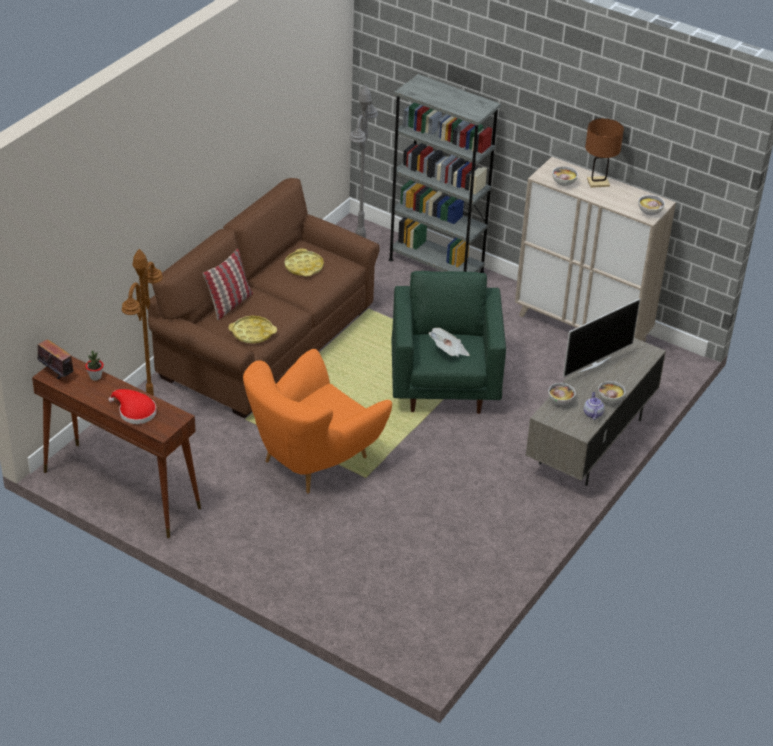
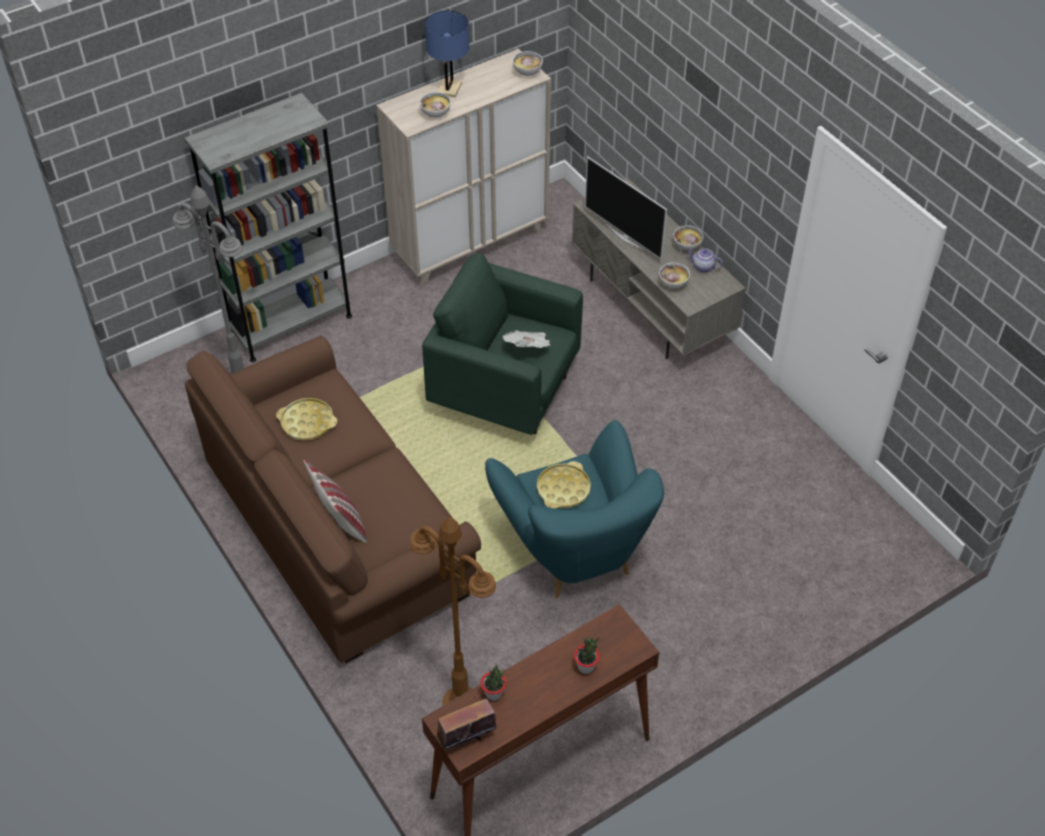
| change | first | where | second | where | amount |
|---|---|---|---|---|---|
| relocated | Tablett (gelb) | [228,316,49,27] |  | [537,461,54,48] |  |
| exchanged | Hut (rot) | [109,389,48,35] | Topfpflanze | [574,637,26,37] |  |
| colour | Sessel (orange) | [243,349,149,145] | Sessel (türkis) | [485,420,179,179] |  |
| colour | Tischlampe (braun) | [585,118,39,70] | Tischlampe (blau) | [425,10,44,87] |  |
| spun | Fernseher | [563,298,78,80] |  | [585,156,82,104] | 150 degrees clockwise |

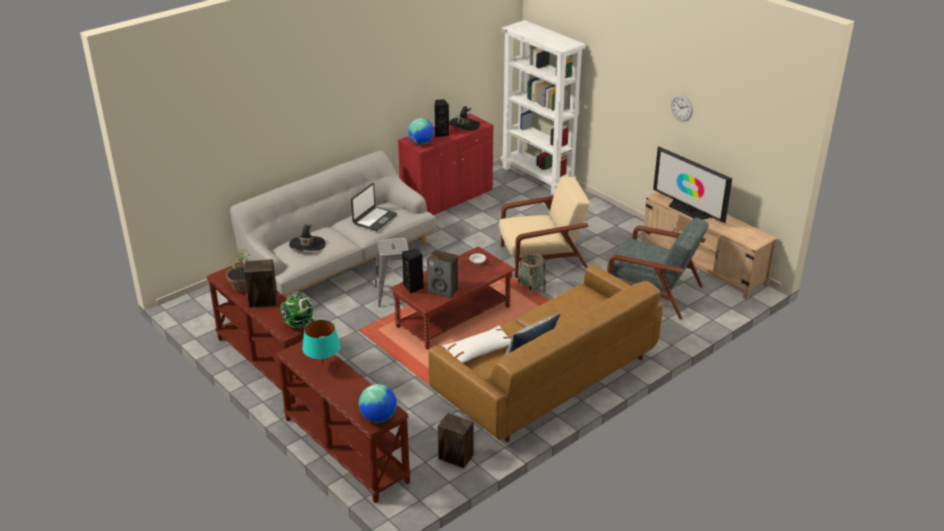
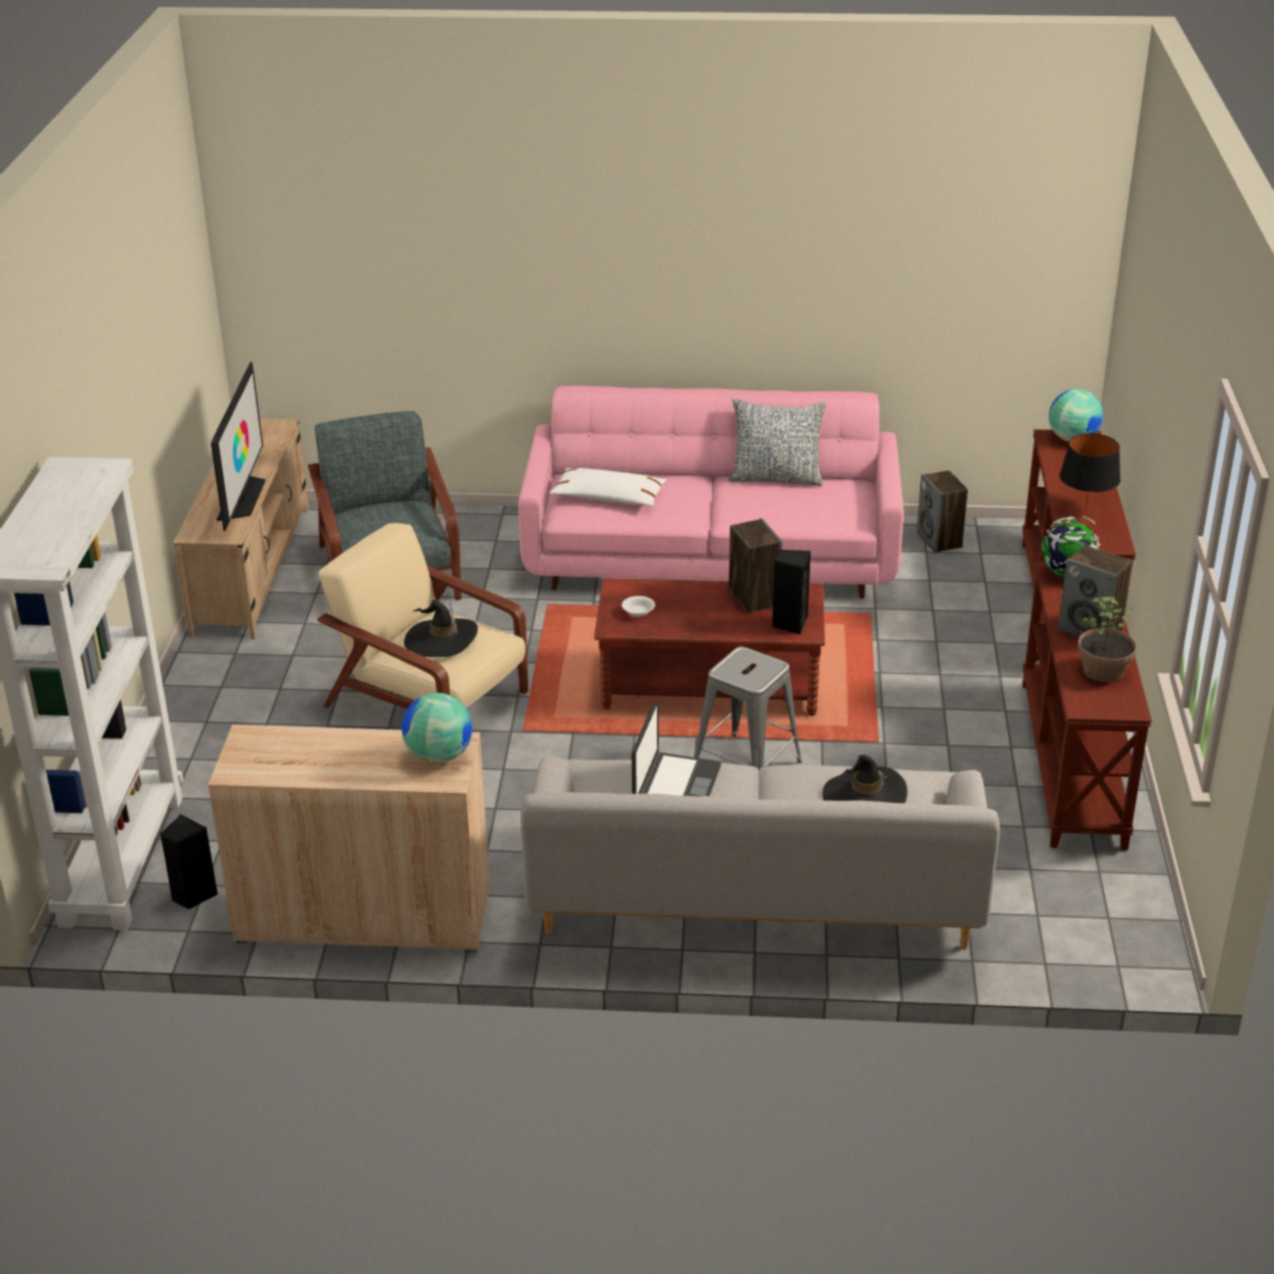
| change | first | where | second | where | amount |
|---|---|---|---|---|---|
| missing | Korb | [517,253,29,45] |  |  |  |
| missing | Wanduhr | [671,95,22,27] |  |  |  |
| relocated | Lautsprecher (schwarz) | [434,99,15,38] |  | [160,814,58,96] |  |
| relocated | Kissen (weiß) | [442,326,69,37] |  | [549,468,118,38] |  |
| relocated | Hut (schwarz) | [449,106,31,25] |  | [404,599,74,58] |  |
| colour | Tischlampe (türkis) | [303,320,37,47] | Tischlampe (schwarz) | [1059,433,62,79] |  |
| colour | Schrank (rot) | [398,113,95,102] | Schrank (beige) | [208,725,282,227] |  |
| colour | Sofa (braun) | [428,264,235,178] | Sofa (rosa) | [518,386,386,213] |  |
| spun | Laptop | [351,183,47,48] |  | [632,701,89,95] | 120 degrees clockwise |

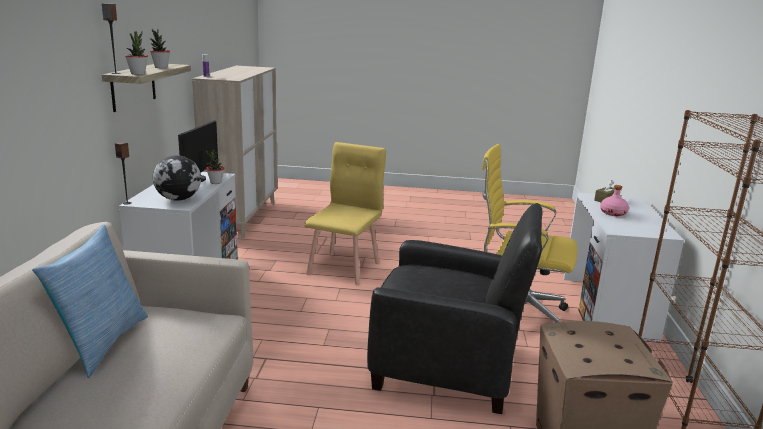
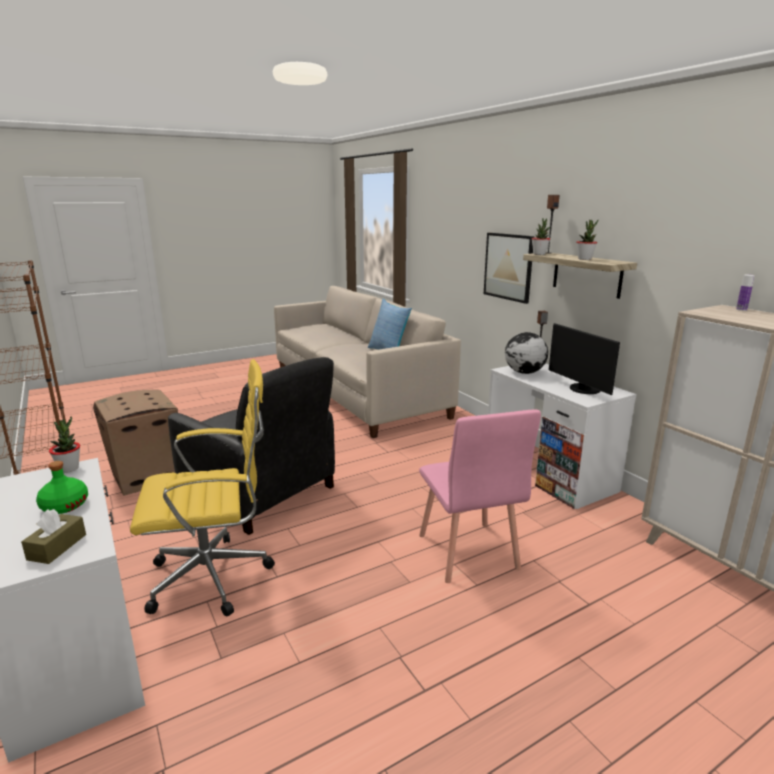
| change | first | where | second | where | amount |
|---|---|---|---|---|---|
| appeared |  |  | Bild | [484,233,50,71] |  |
| relocated | Topfpflanze | [206,150,18,34] |  | [49,416,31,57] |  |
| colour | Stuhl (gelb) | [304,142,82,143] | Stuhl (rosa) | [419,410,122,173] |  |
| colour | Flasche (rosa) | [600,185,29,31] | Flasche (grün) | [36,461,52,53] |  |
| spun | Sessel (schwarz) | [367,203,175,211] |  | [168,357,167,178] | 120 degrees counterclockwise |

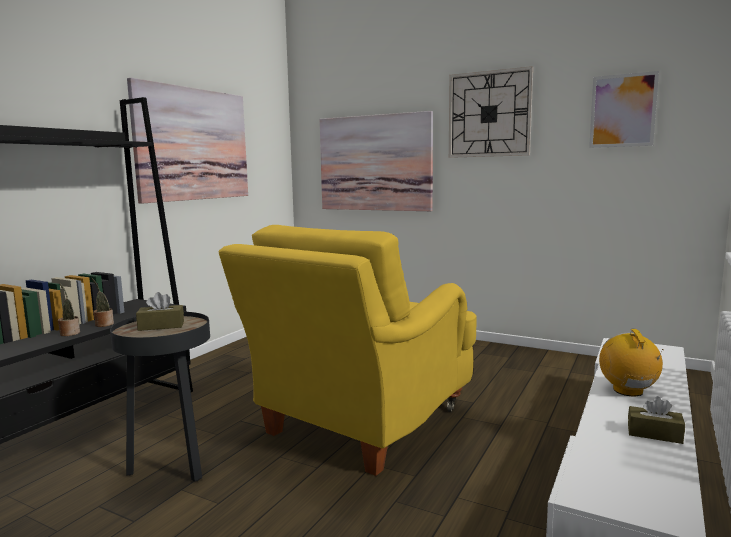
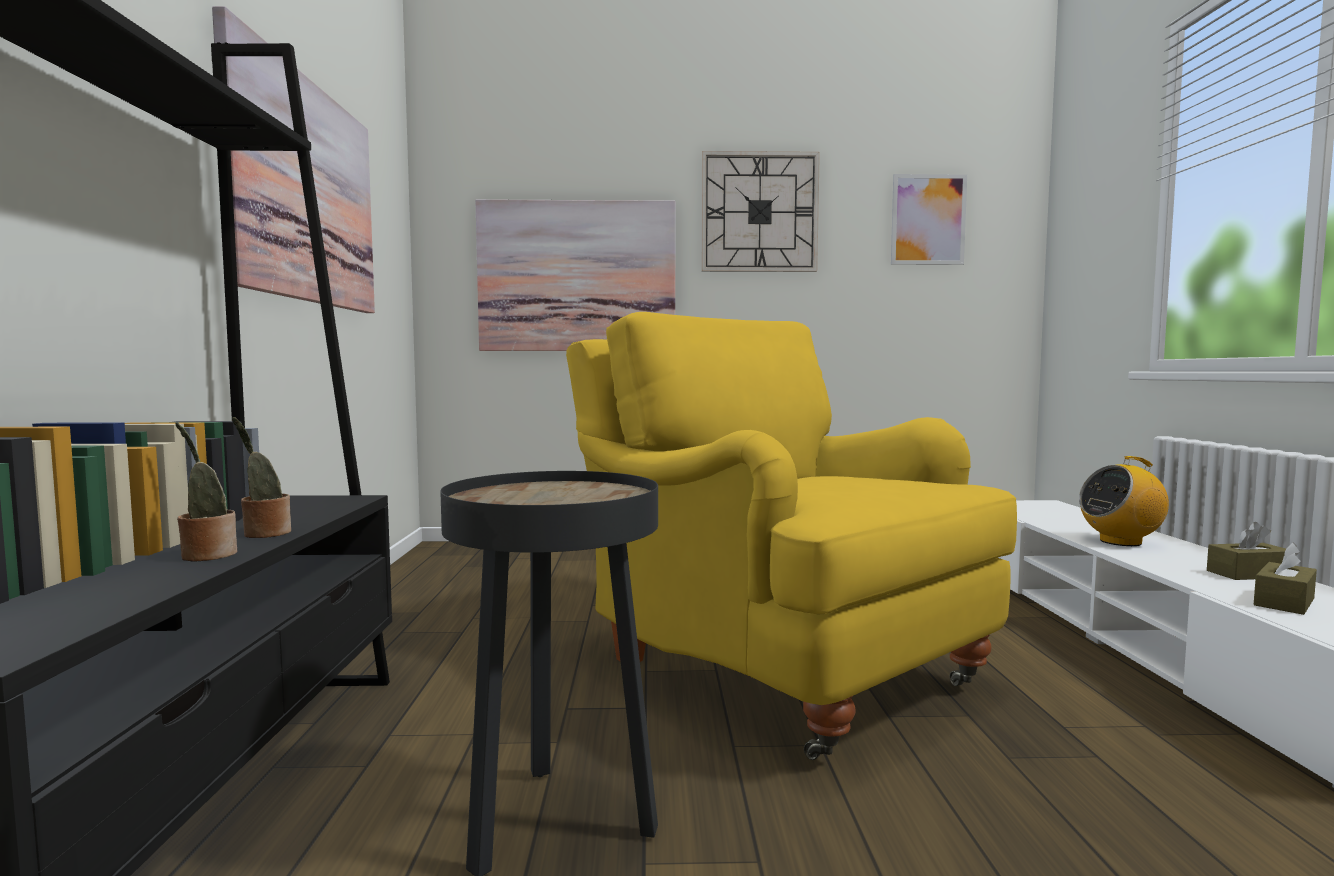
| change | first | where | second | where | amount |
|---|---|---|---|---|---|
| relocated | Taschentuchbox (braun) | [136,292,48,39] |  | [1254,543,63,72] |  |
| spun | Sessel (gelb) | [219,225,258,251] |  | [566,312,451,448] | 135 degrees clockwise |
| spun | Radio | [599,329,65,67] |  | [1079,456,90,90] | 75 degrees counterclockwise |

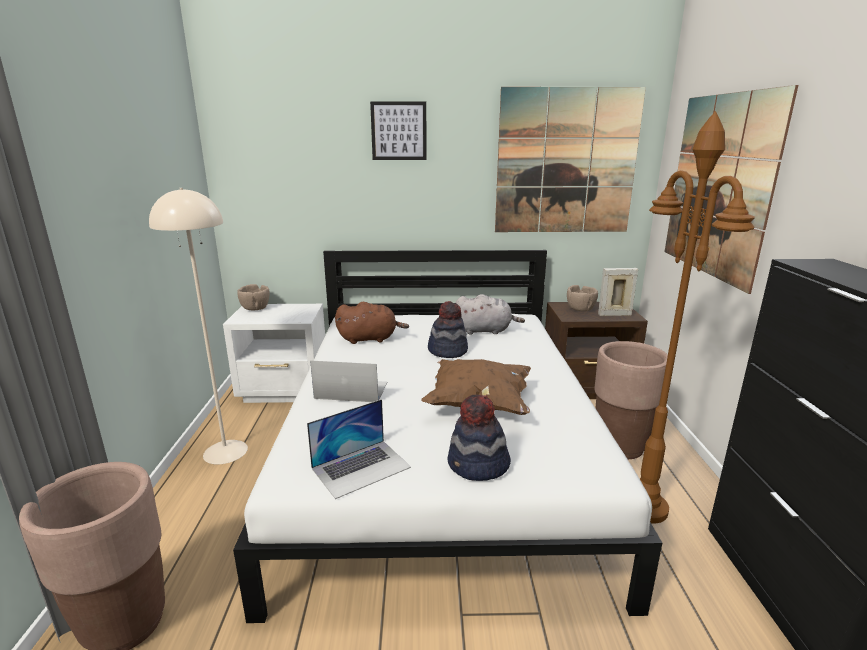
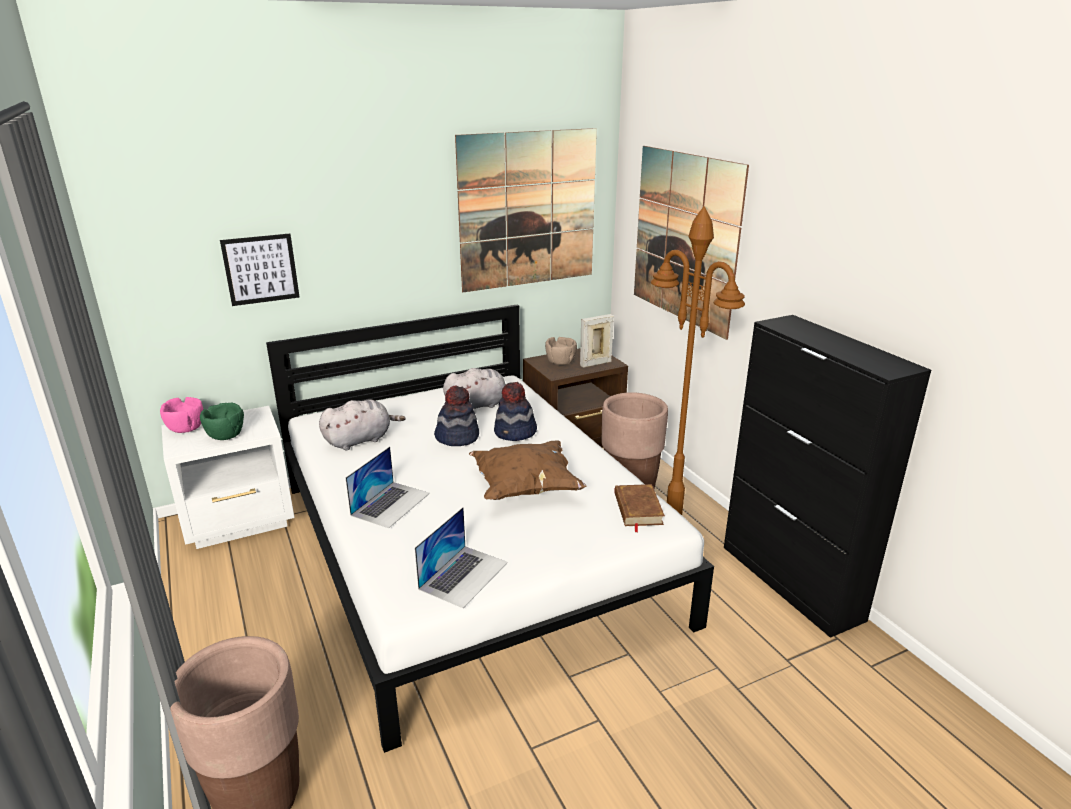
| change | first | where | second | where | amount |
|---|---|---|---|---|---|
| missing | Stehlampe (beige) | [149,188,99,276] |  |  |  |
| appeared |  |  | Schüssel (grün) | [200,403,44,37] |  |
| appeared |  |  | Buch (braun) | [614,484,51,49] |  |
| relocated | Bild | [370,101,57,59] |  | [220,234,80,72] |  |
| relocated | Hut | [448,395,63,86] |  | [494,382,43,59] |  |
| colour | Schüssel (braun) | [237,284,33,27] | Schüssel (rosa) | [160,397,43,36] |  |
| colour | Plüschtier (braun) | [335,302,74,42] | Plüschtier (grau) | [319,399,86,51] |  |
| spun | Laptop | [310,361,77,41] |  | [346,447,84,81] | 135 degrees clockwise |

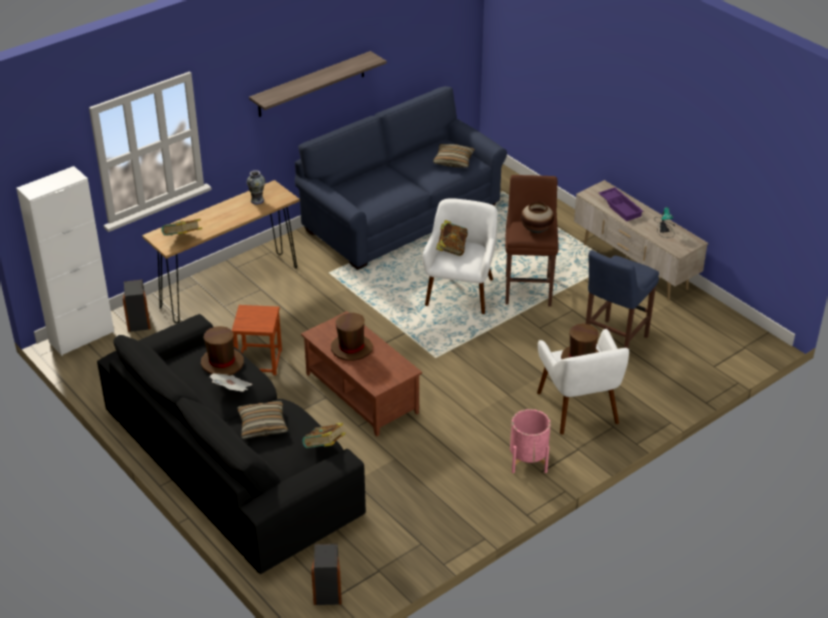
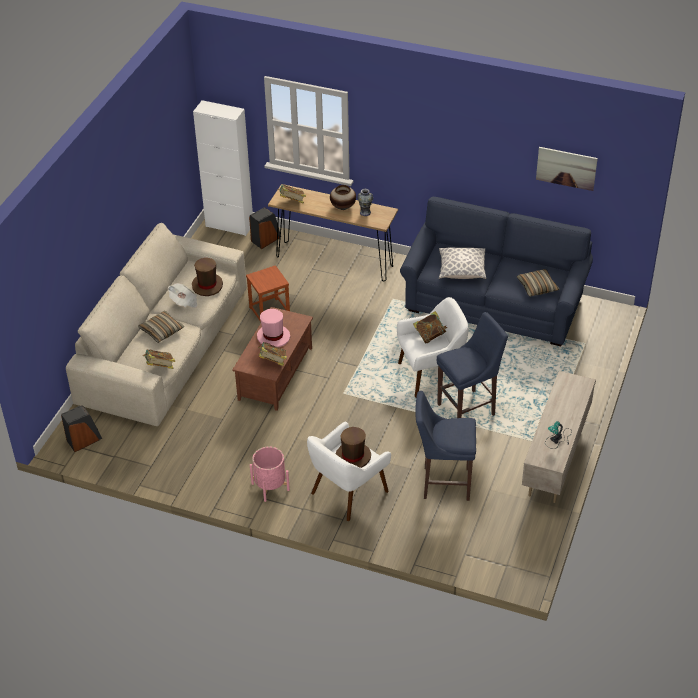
| change | first | where | second | where | amount |
|---|---|---|---|---|---|
| missing | Wandregal | [249,51,138,66] |  |  |  |
| missing | Tablett (lila) | [599,187,44,34] |  |  |  |
| appeared |  |  | Buch | [258,342,29,24] |  |
| appeared |  |  | Kissen | [439,247,47,32] |  |
| appeared |  |  | Bild | [536,147,62,44] |  |
| relocated | Vase | [521,202,33,32] |  | [330,185,26,25] |  |
| colour | Sofa (schwarz) | [97,314,269,260] | Sofa (beige) | [66,223,181,203] |  |
| colour | Hut (braun) | [331,313,42,48] | Hut (rosa) | [257,309,33,38] |  |
| colour | Hocker (braun) | [505,175,54,132] | Hocker (blau) | [437,312,71,106] |  |

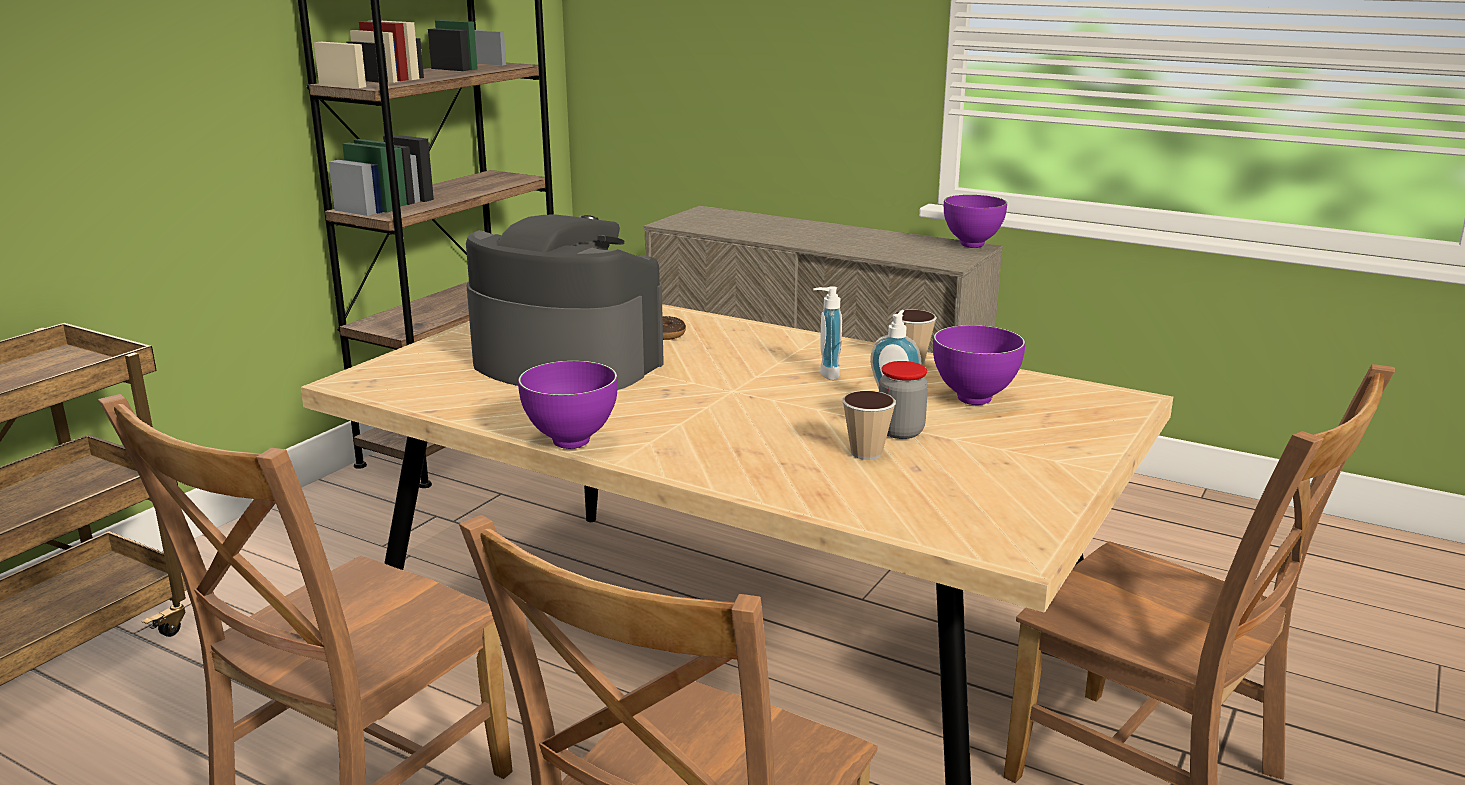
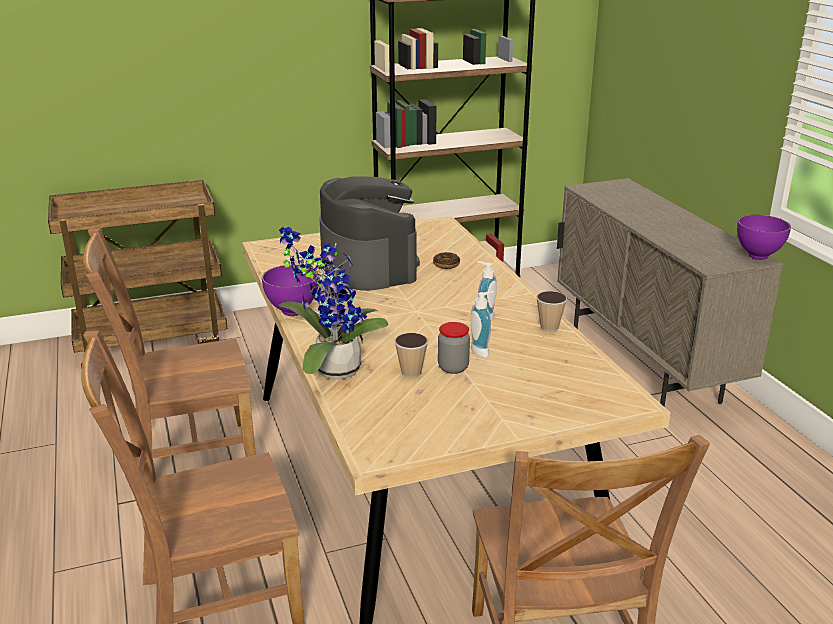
| change | first | where | second | where | amount |
|---|---|---|---|---|---|
| missing | Schüssel (lila) | [933,325,92,80] |  |  |  |
| appeared |  |  | Topfpflanze | [279,227,109,153] |  |

